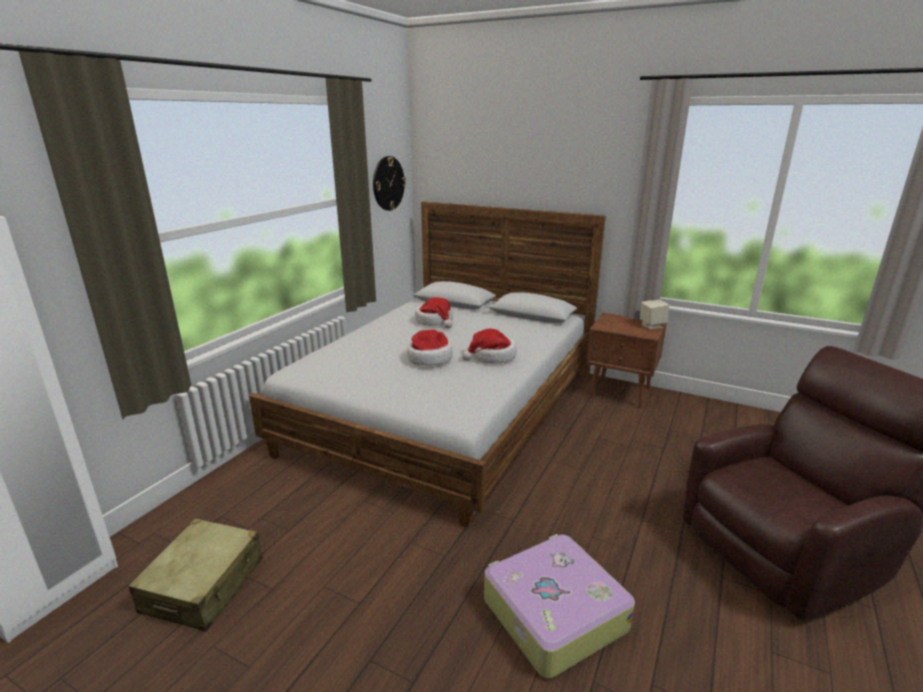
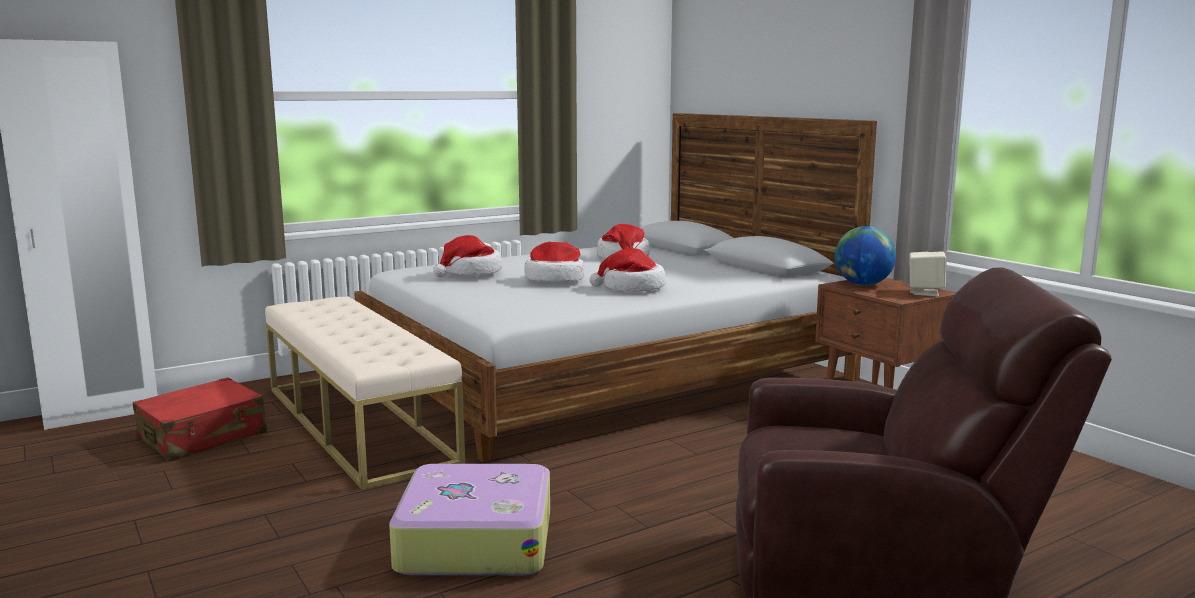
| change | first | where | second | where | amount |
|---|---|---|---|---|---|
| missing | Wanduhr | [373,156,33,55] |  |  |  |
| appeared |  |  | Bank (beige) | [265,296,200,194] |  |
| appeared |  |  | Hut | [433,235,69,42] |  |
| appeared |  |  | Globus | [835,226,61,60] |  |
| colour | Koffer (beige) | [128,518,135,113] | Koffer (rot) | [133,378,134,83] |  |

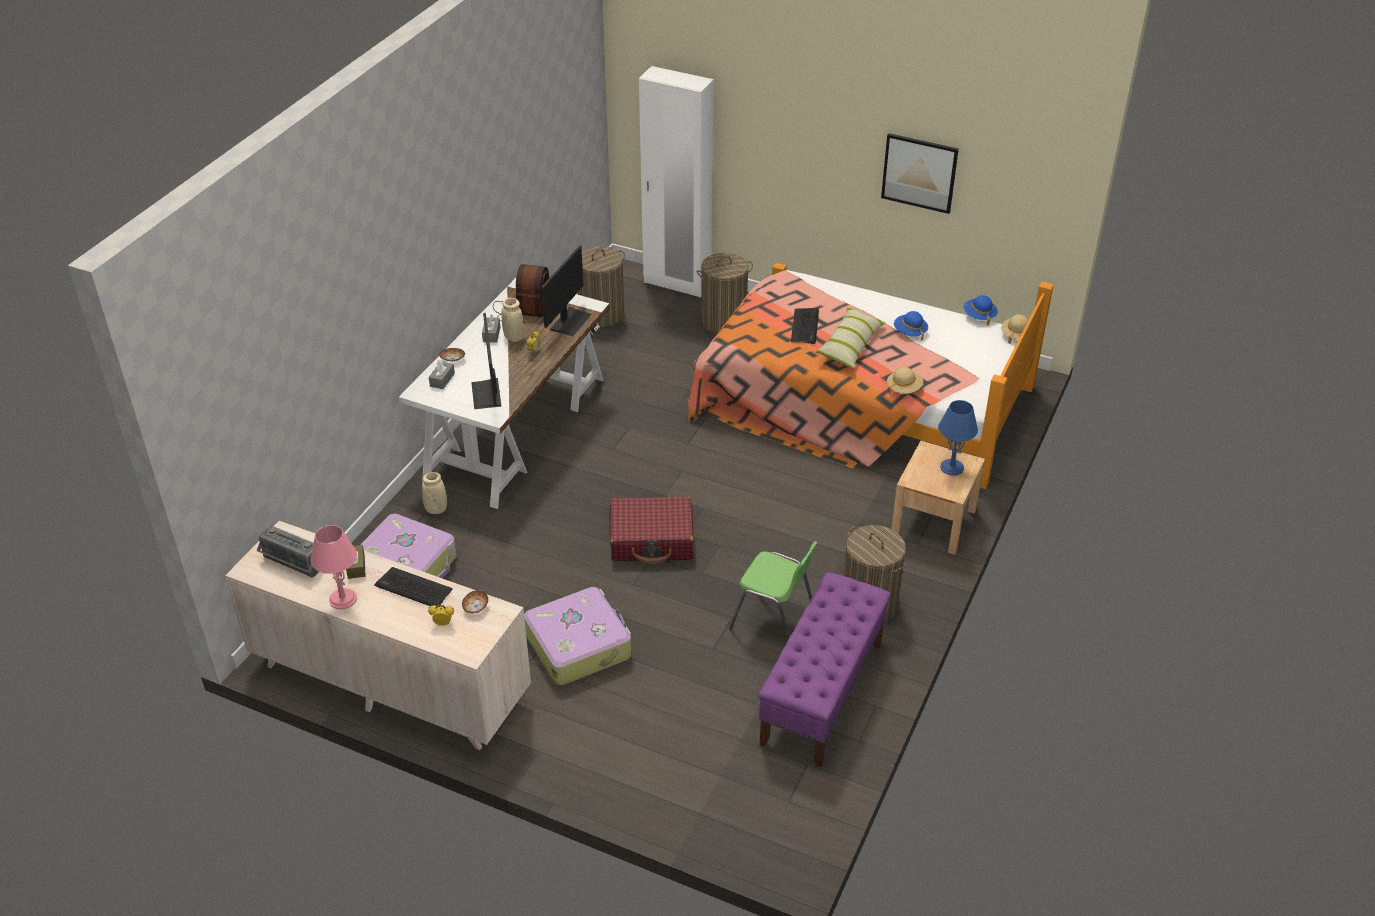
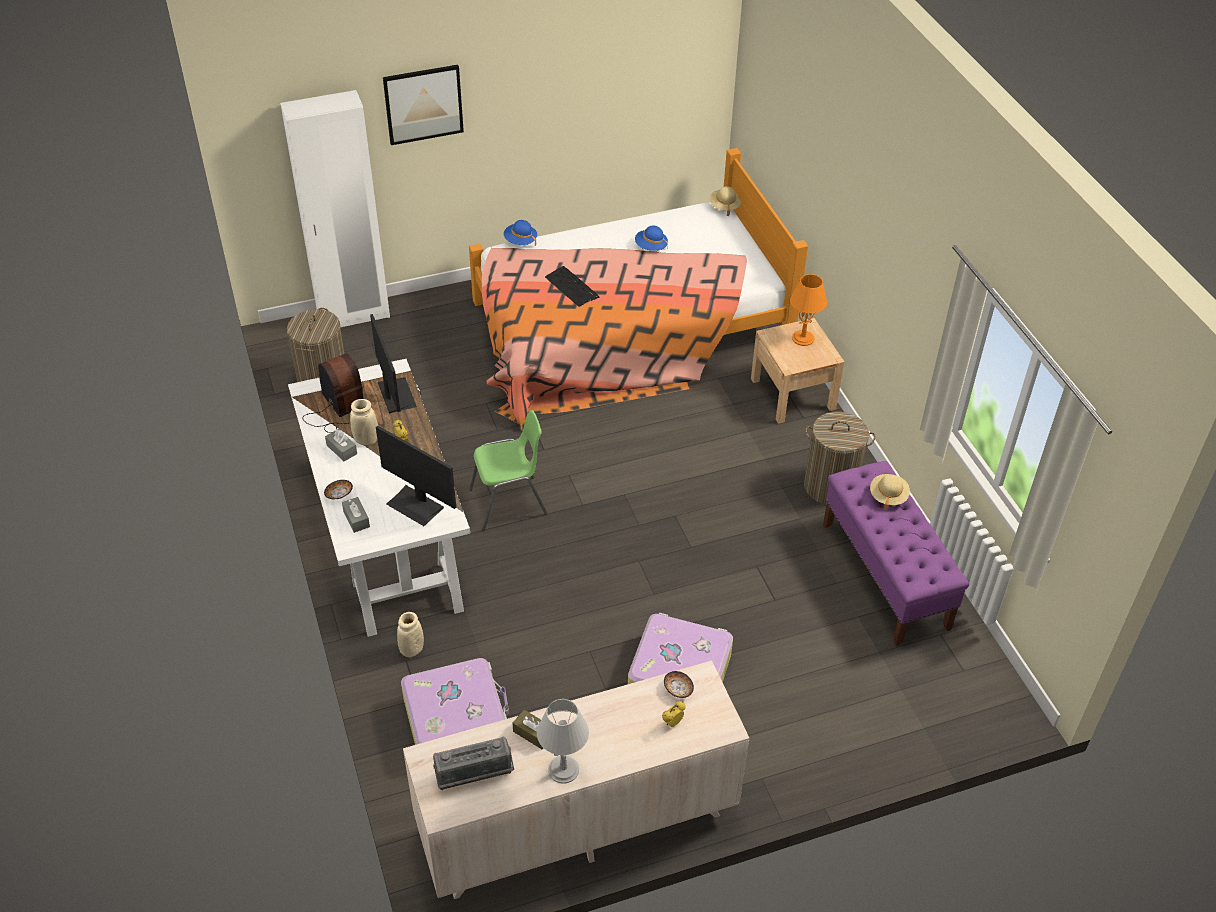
| change | first | where | second | where | amount |
|---|---|---|---|---|---|
| missing | Tastatur | [374,567,79,40] |  |  |  |
| missing | Koffer (rot) | [610,497,84,67] |  |  |  |
| missing | Wäschekorb | [697,253,56,81] |  |  |  |
| missing | Kissen | [816,306,70,63] |  |  |  |
| relocated | Stuhl (grün) | [729,541,88,98] |  | [469,410,79,121] |  |
| relocated | Bild | [881,133,78,81] |  | [383,65,81,80] |  |
| relocated | Hut (beige) | [887,367,36,27] |  | [870,474,40,37] |  |
| relocated | Hut (blau) | [964,295,34,30] |  | [504,220,33,26] |  |
| colour | Tischlampe (rosa) | [311,525,46,84] | Tischlampe (grau) | [537,699,52,85] |  |
| colour | Tischlampe (blau) | [938,400,40,76] | Tischlampe (orange) | [790,274,37,72] |  |

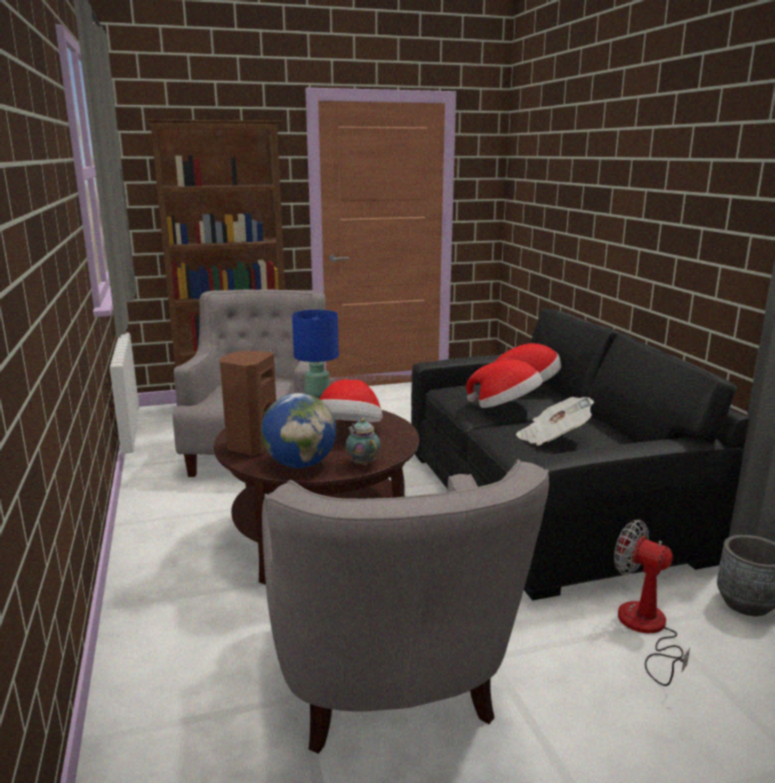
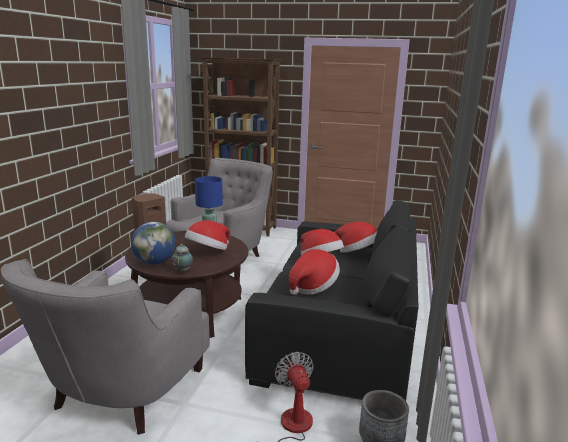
| change | first | where | second | where | amount |
|---|---|---|---|---|---|
| exchanged | Zeitung | [516,397,78,49] | Hut | [289,249,51,46] |  |

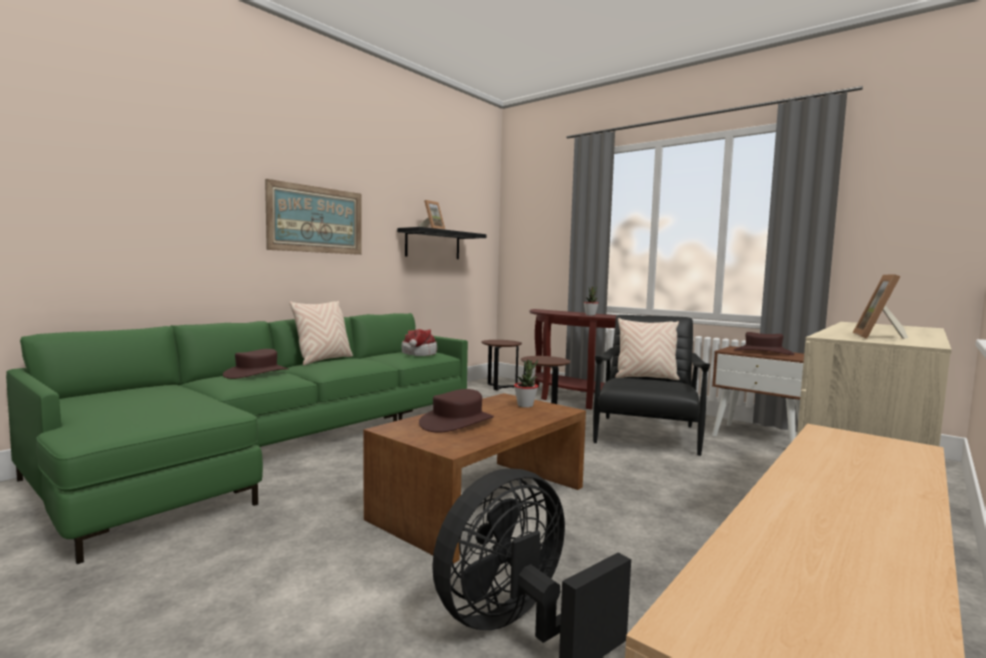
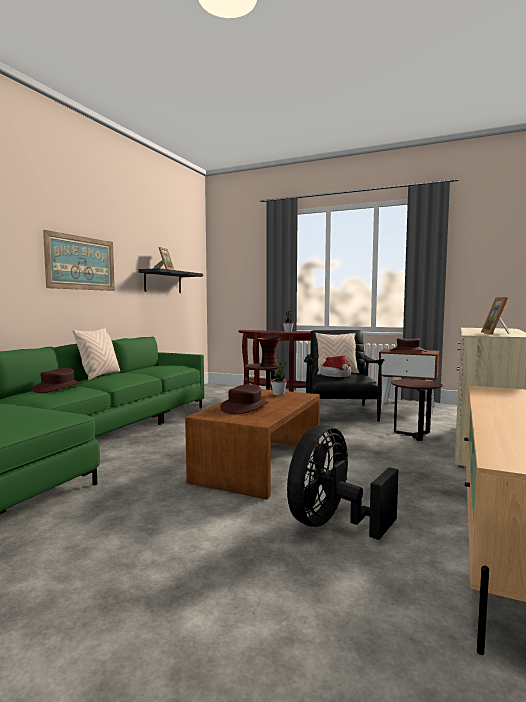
| change | first | where | second | where | amount |
|---|---|---|---|---|---|
| appeared |  |  | Vase | [258,337,22,30] |  |
| relocated | Hut | [402,329,35,27] |  | [320,356,31,21] |  |
| relocated | Beistelltisch (braun) | [481,340,41,50] |  | [391,379,52,62] |  |

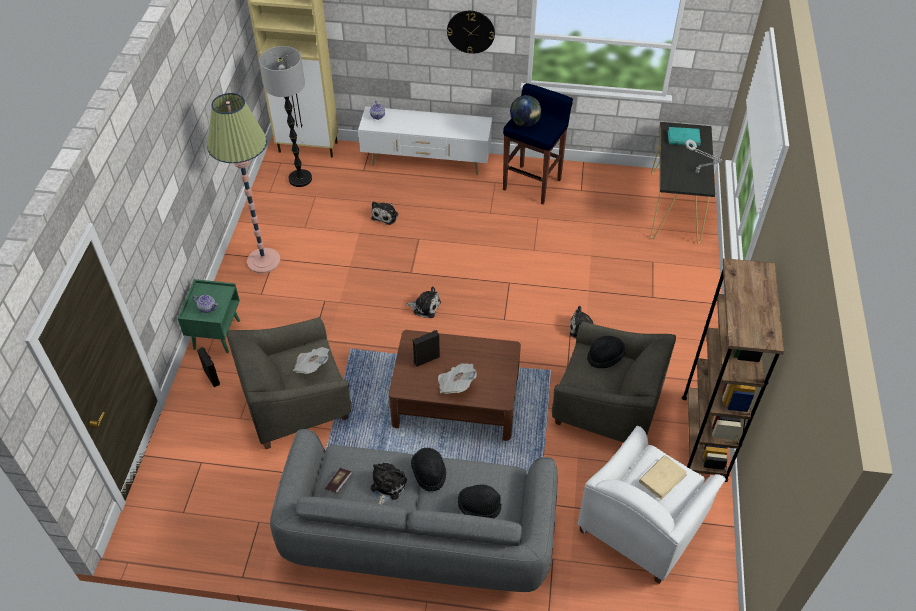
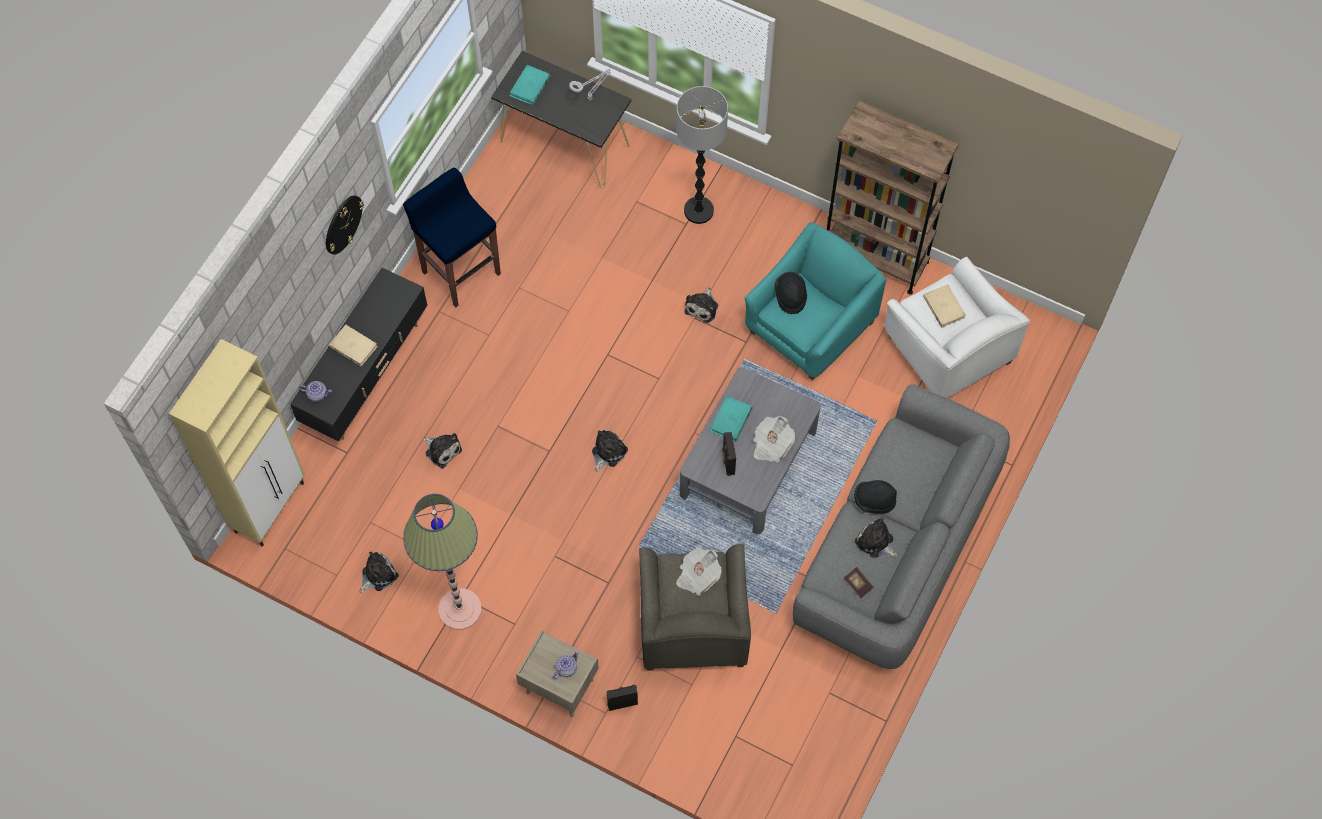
| change | first | where | second | where | amount |
|---|---|---|---|---|---|
| missing | Hut (schwarz) | [458,484,44,34] |  |  |  |
| missing | Globus | [510,95,31,32] |  |  |  |
| appeared |  |  | Buch (beige) | [329,325,49,41] |  |
| appeared |  |  | Plüschtier | [360,552,39,40] |  |
| appeared |  |  | Buch (türkis) | [710,396,43,45] |  |
| relocated | Stehlampe | [259,46,53,141] |  | [676,86,52,138] |  |
| colour | Nachttisch (grün) | [177,279,63,74] | Nachttisch (beige) | [516,630,83,87] |  |
| colour | Fernsehschrank (weiß) | [358,107,134,68] | Fernsehschrank (schwarz) | [290,268,137,173] |  |
| colour | Couchtisch (braun) | [389,330,132,111] | Couchtisch (grau) | [680,367,141,167] |  |
| colour | Sessel (grau) | [552,322,124,121] | Sessel (türkis) | [744,222,142,158] |  |

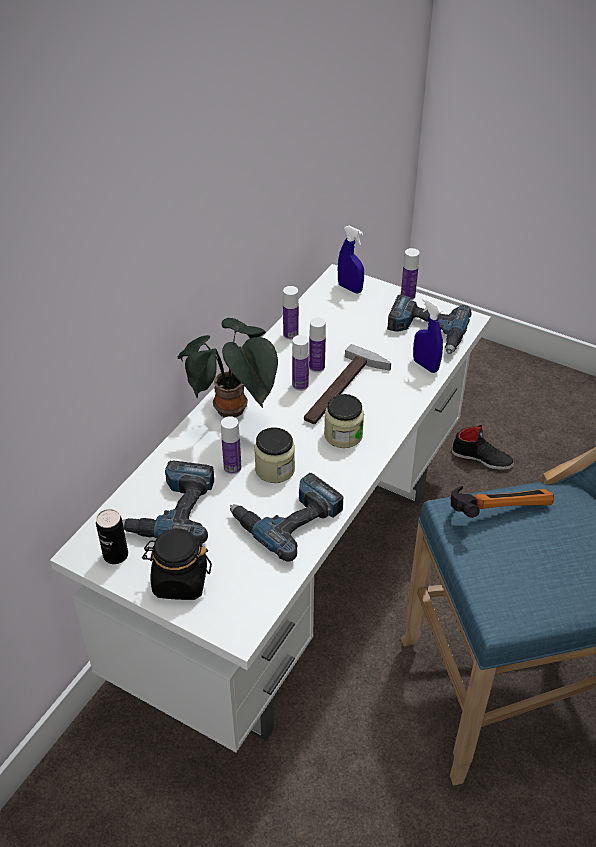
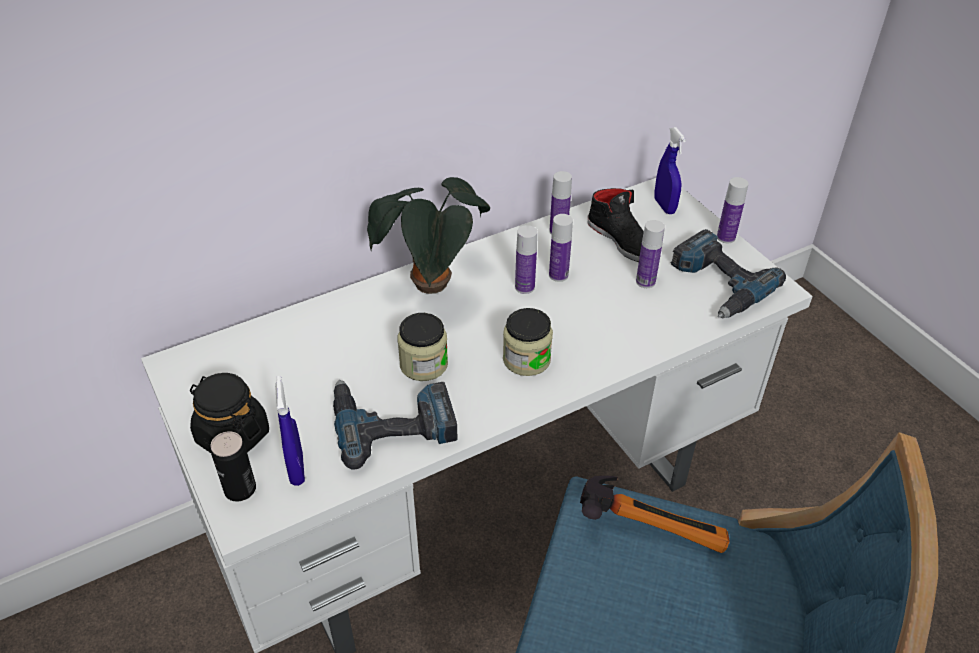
| change | first | where | second | where | amount |
|---|---|---|---|---|---|
| missing | Bohrmaschine | [122,460,92,84] |  |  |  |
| missing | Hammer | [304,344,87,80] |  |  |  |
| relocated | Dose | [96,509,32,55] |  | [211,431,45,71] |  |
| relocated | Flasche | [221,416,20,58] |  | [636,220,29,68] |  |
| relocated | Sprühflasche (blau) | [413,298,30,75] |  | [275,376,30,110] |  |
| relocated | Schuh (schwarz) | [451,425,63,45] |  | [588,188,56,74] |  |

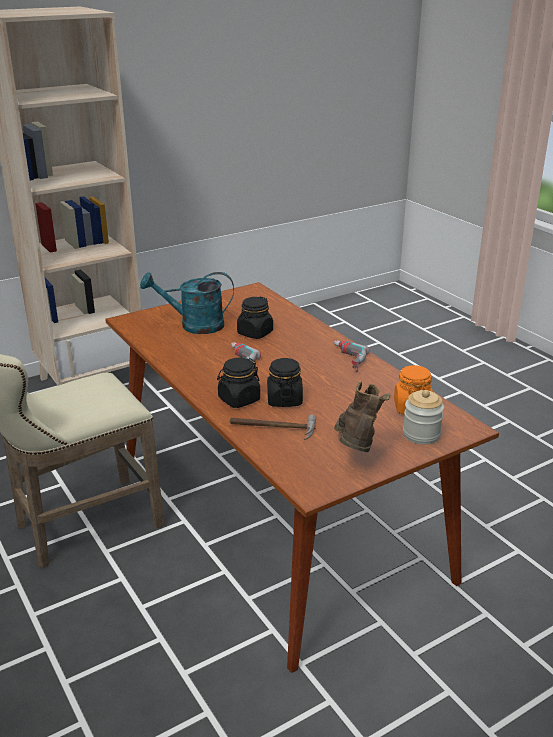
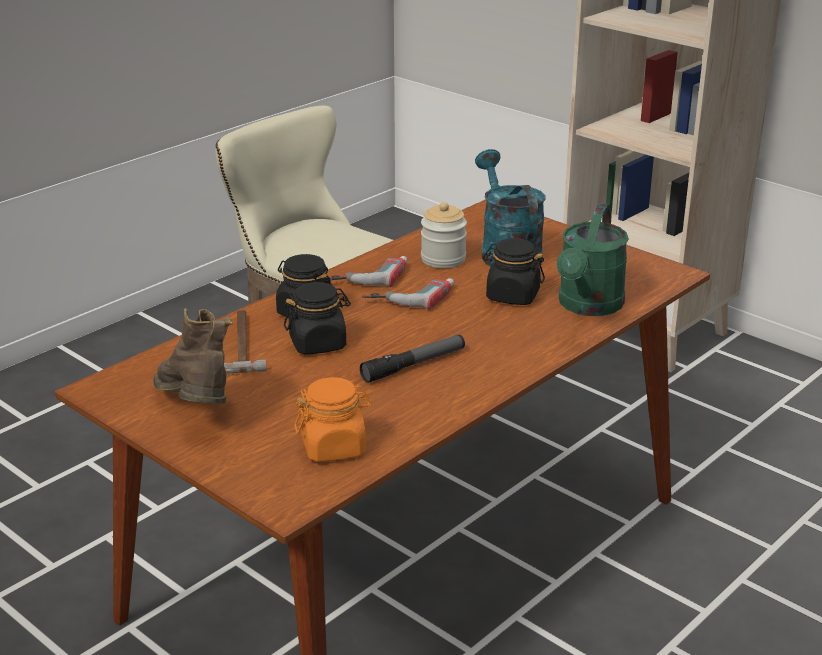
| change | first | where | second | where | amount |
|---|---|---|---|---|---|
| appeared |  |  | Taschenlampe | [360,335,105,48] |  |
| appeared |  |  | Gießkanne (grün) | [557,203,72,113] |  |
| relocated | Bohrmaschine | [333,340,36,32] |  | [330,256,78,31] |  |
| relocated | Vorratsglas | [403,390,41,54] |  | [421,202,46,66] |  |
| spun | Stiefel (braun) | [334,381,57,71] |  | [153,308,80,95] | 105 degrees counterclockwise |

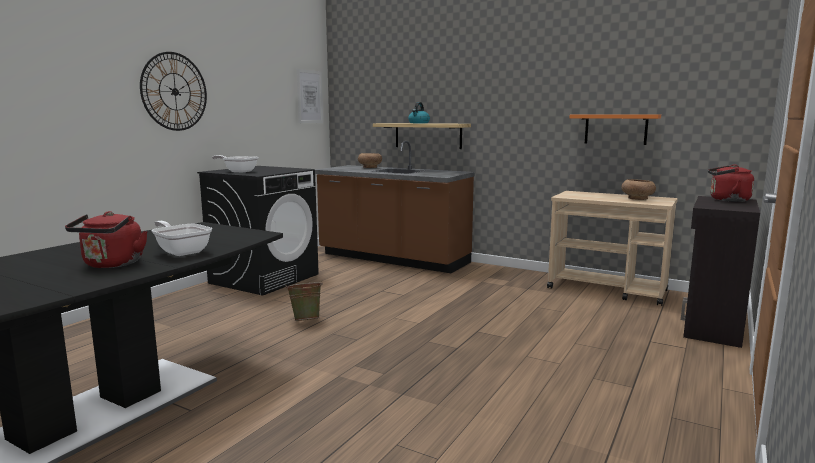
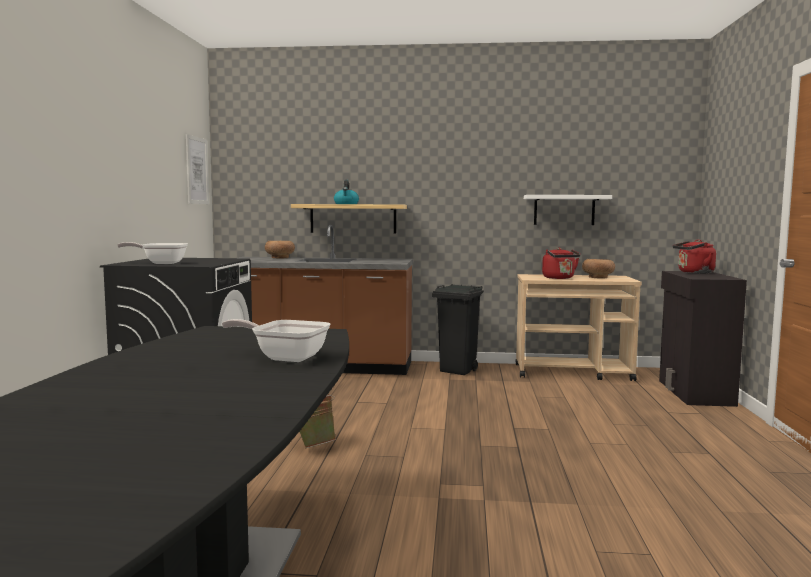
| change | first | where | second | where | amount |
|---|---|---|---|---|---|
| missing | Wanduhr | [140,52,67,79] |  |  |  |
| appeared |  |  | Mülleimer (schwarz) | [432,284,52,91] |  |
| relocated | Wasserkessel (rot) | [65,211,83,57] |  | [542,247,39,32] |  |
| colour | Wandregal (orange) | [569,114,92,31] | Wandregal (weiß) | [524,195,88,30] |  |

